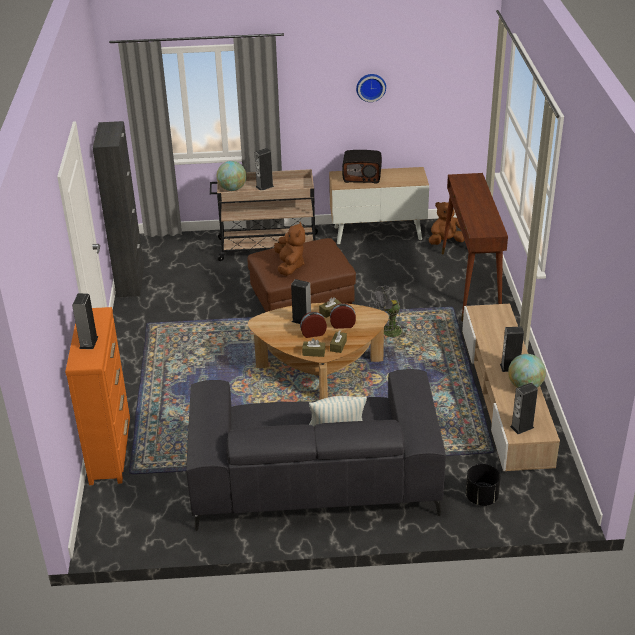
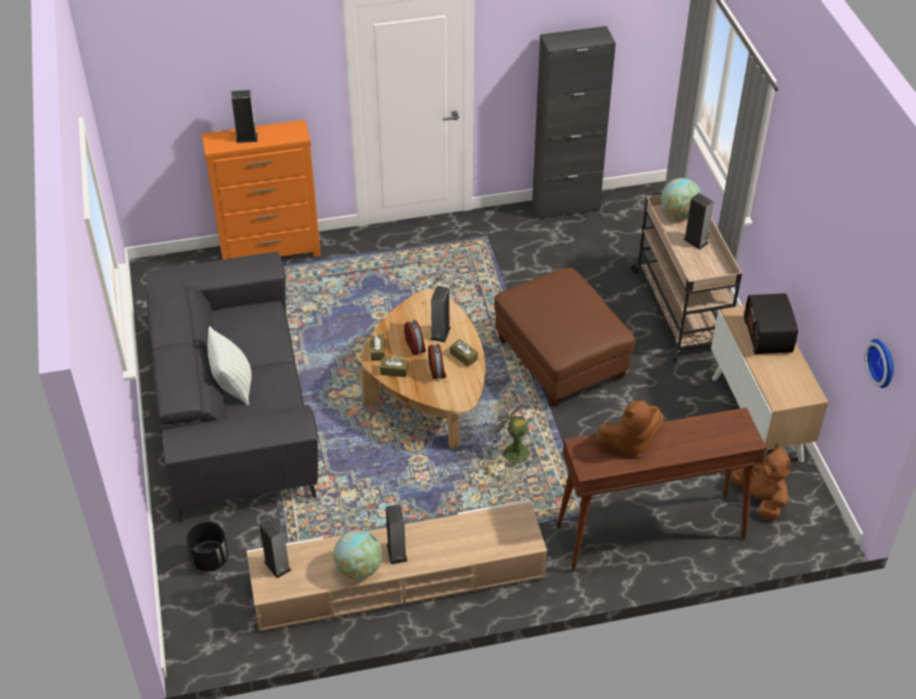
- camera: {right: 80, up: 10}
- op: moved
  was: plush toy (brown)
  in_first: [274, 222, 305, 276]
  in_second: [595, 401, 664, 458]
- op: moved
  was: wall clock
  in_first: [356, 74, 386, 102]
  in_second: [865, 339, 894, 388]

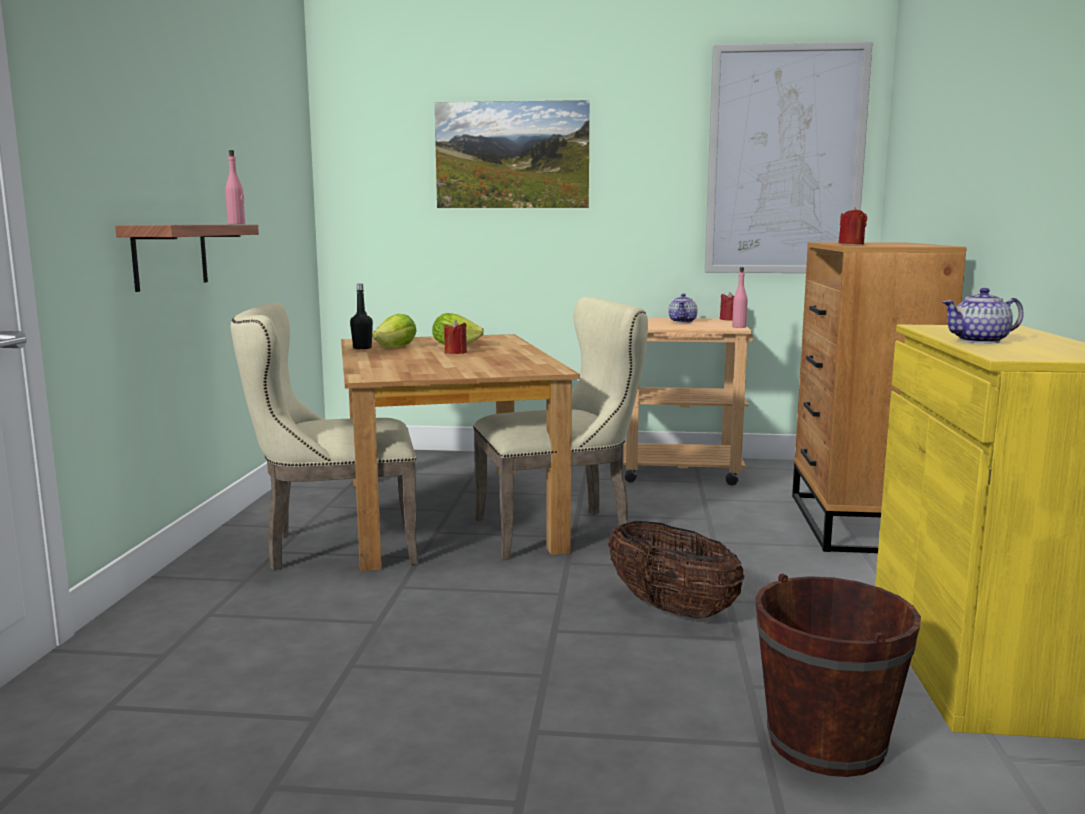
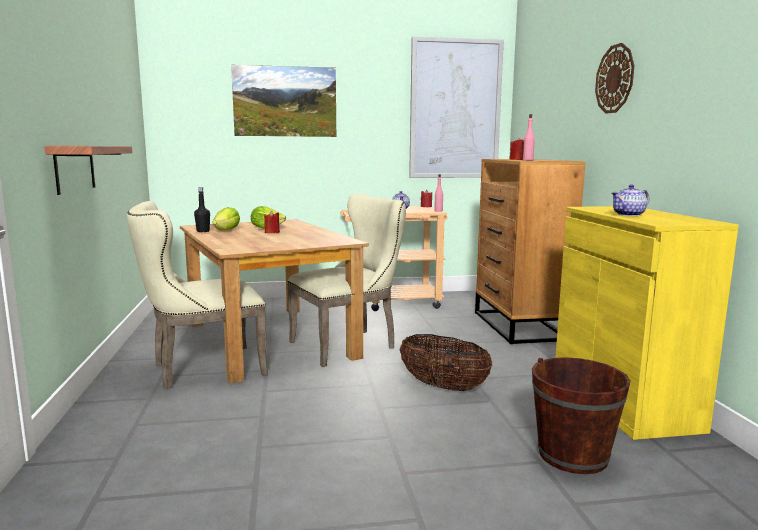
- camera: {right: -15, up: 0}
- op: moved
  was: bottle (pink)
  in_first: [225, 150, 245, 224]
  in_second: [523, 114, 535, 161]
- op: added
  now: wall clock
  in_second: [595, 43, 635, 114]

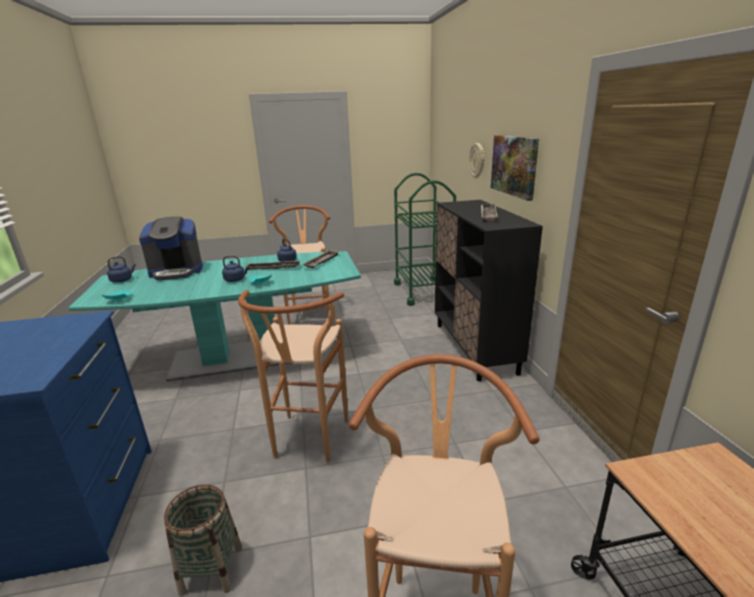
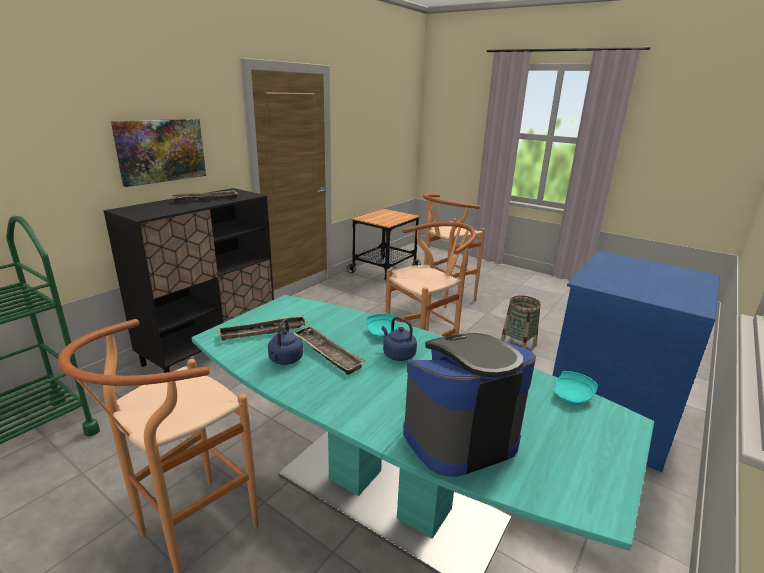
- camera: {right: -135, up: 0}
- op: removed
  was: kettle (blue)
  in_first: [107, 256, 136, 283]
- op: turned
  was: coffee machine
  in_first: [139, 217, 203, 280]
  in_second: [403, 333, 536, 477]
  clockwise: -60
- op: removed
  was: wall clock
  in_first: [469, 143, 484, 178]

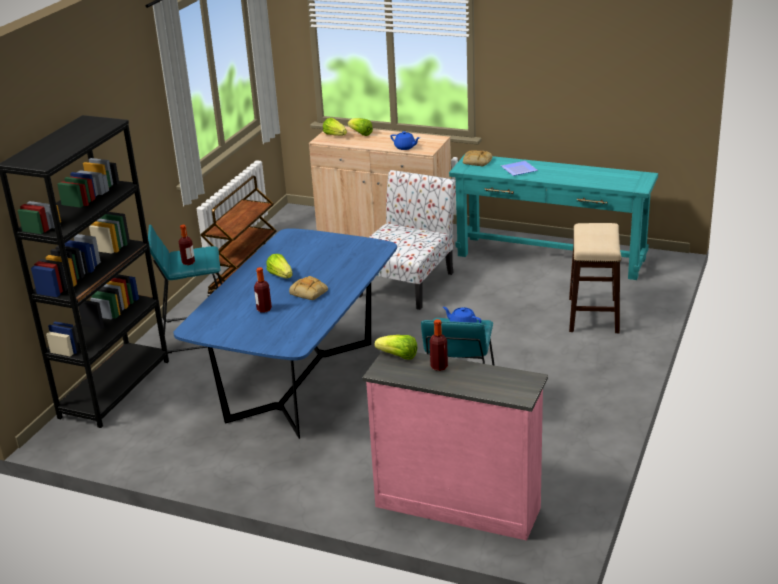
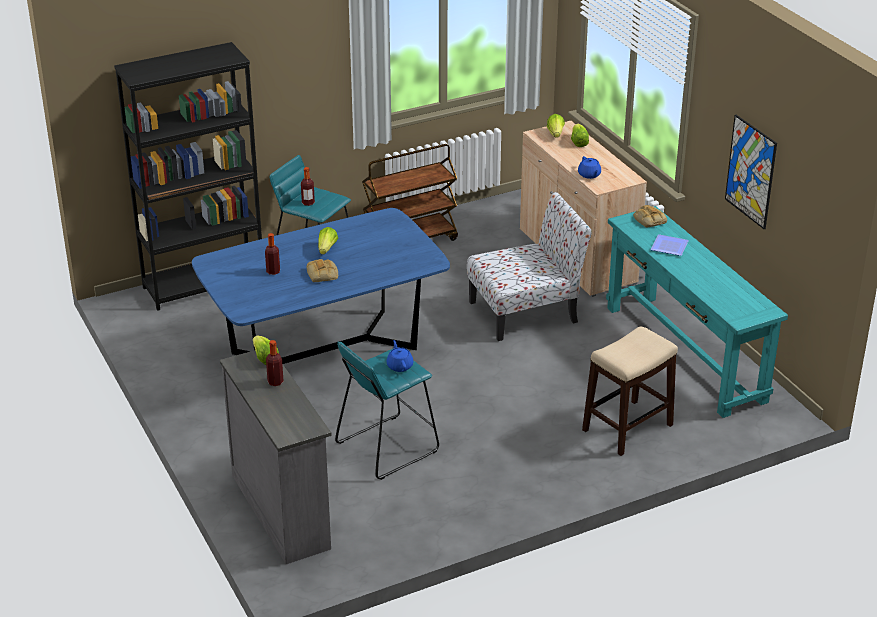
- camera: {right: 40, up: 5}
- op: recoloured
  was: dresser (pink)
  now: dresser (grey)
  in_first: [362, 351, 548, 541]
  in_second: [220, 350, 331, 564]
- op: added
  now: picture
  in_second: [725, 115, 777, 229]

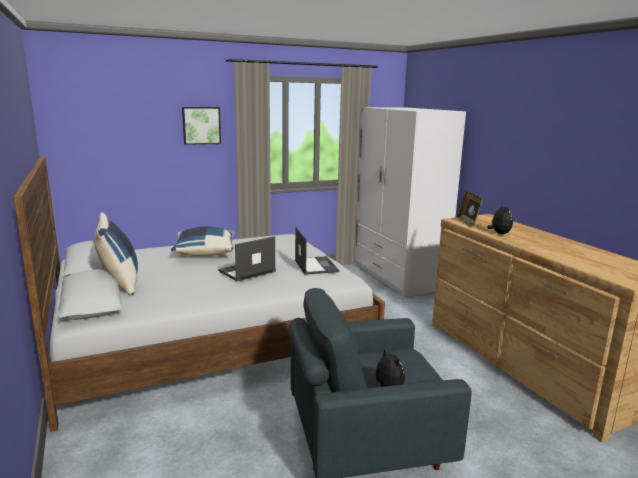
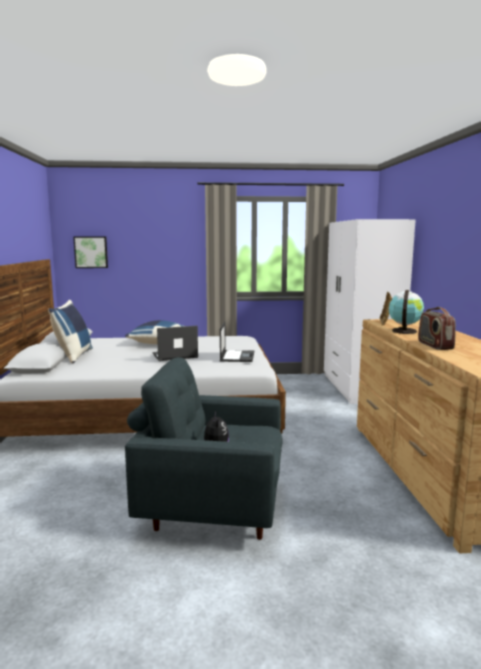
- camera: {right: 20, up: -5}
- op: moved
  was: picture
  in_first: [182, 107, 221, 145]
  in_second: [73, 236, 108, 268]
- op: replaced
  was: plush toy
  now: globe
  in_first: [487, 204, 513, 234]
  in_second: [389, 290, 424, 334]
- op: added
  now: radio
  in_second: [418, 307, 456, 350]

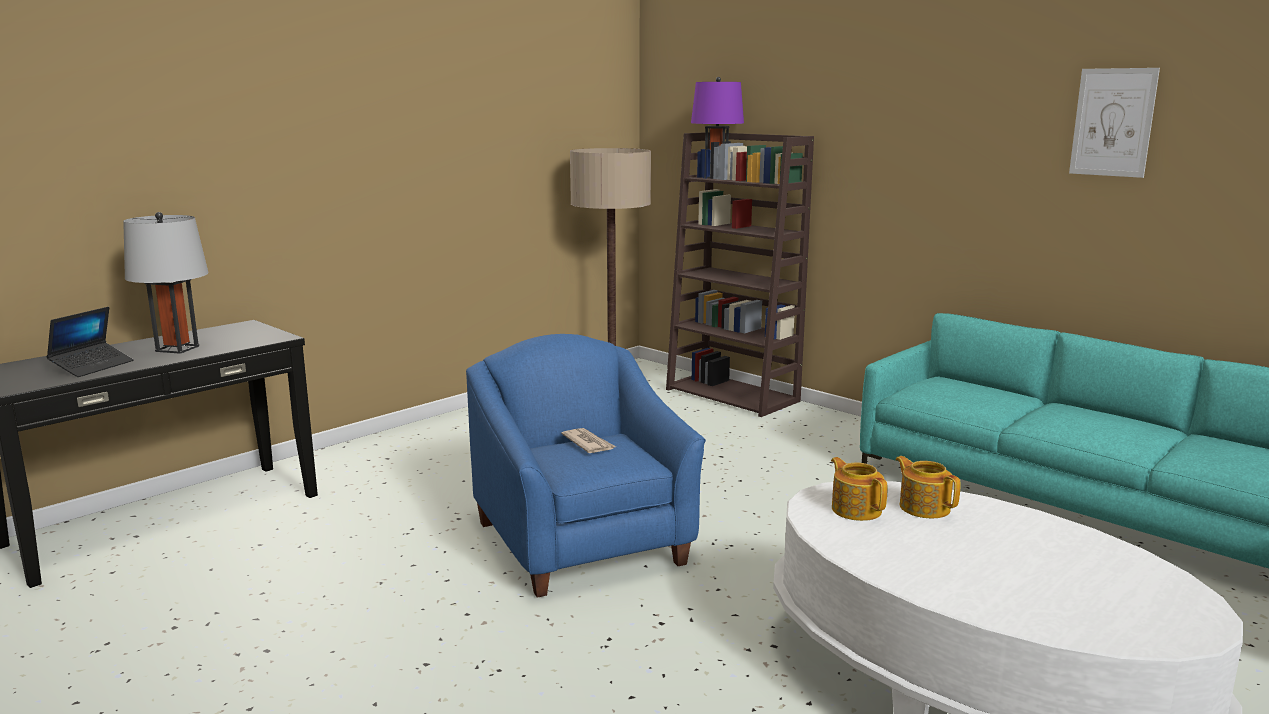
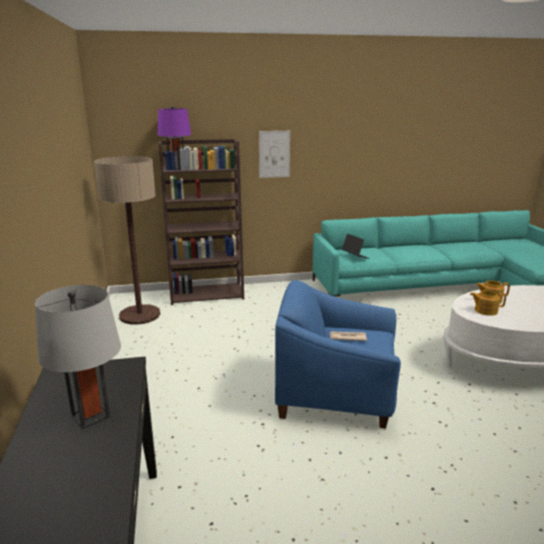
- camera: {right: -55, up: 5}
- op: moved
  was: laptop
  in_first: [46, 307, 134, 377]
  in_second: [342, 234, 370, 259]
- op: moved
  was: picture
  in_first: [1069, 68, 1160, 178]
  in_second: [259, 131, 290, 178]

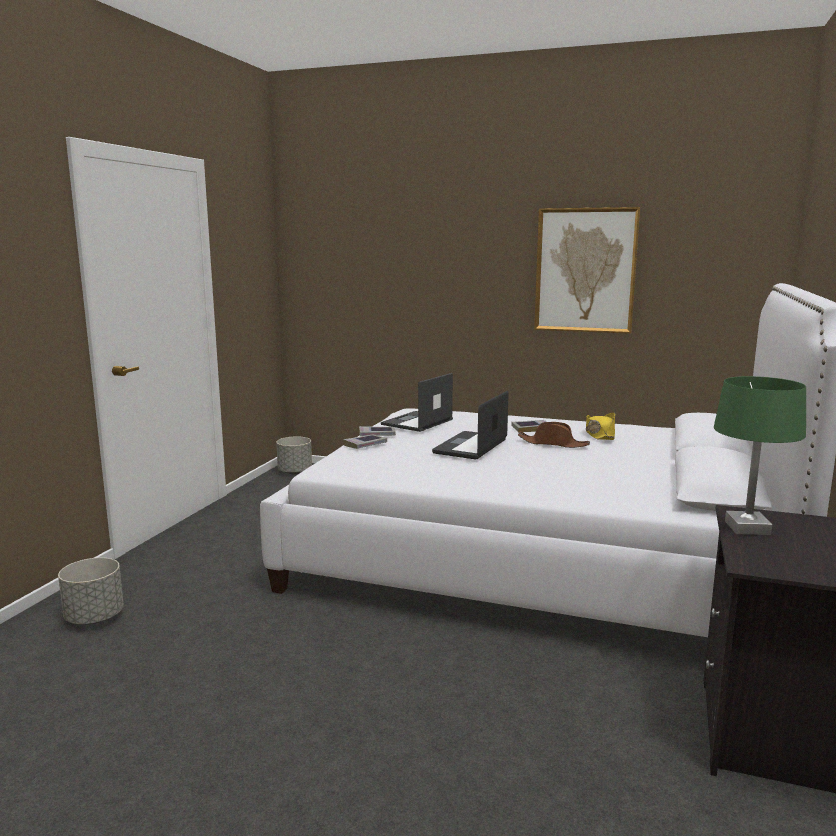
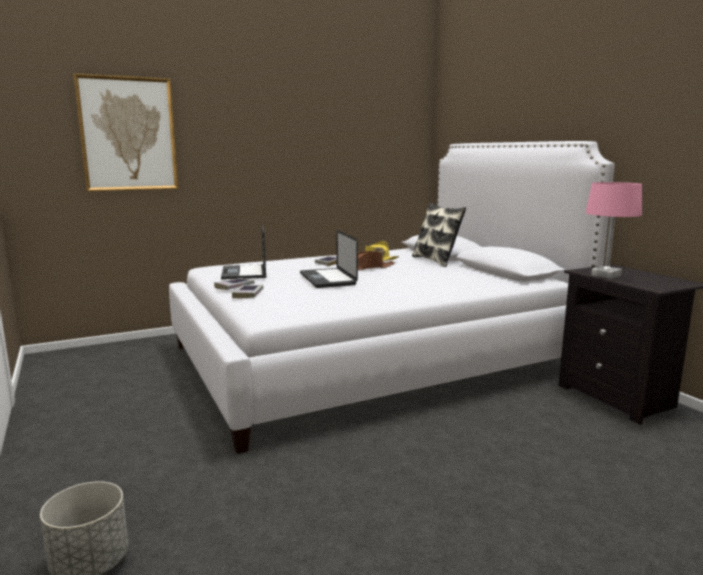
- camera: {right: -45, up: 0}
- op: removed
  was: planter (grey)
  in_first: [276, 436, 312, 474]
- op: moved
  was: picture
  in_first: [534, 207, 640, 334]
  in_second: [73, 73, 179, 192]
- op: recoloured
  was: table lamp (green)
  now: table lamp (pink)
  in_first: [714, 376, 806, 535]
  in_second: [585, 182, 642, 279]
- op: added
  now: pillow
  in_second: [412, 202, 466, 267]

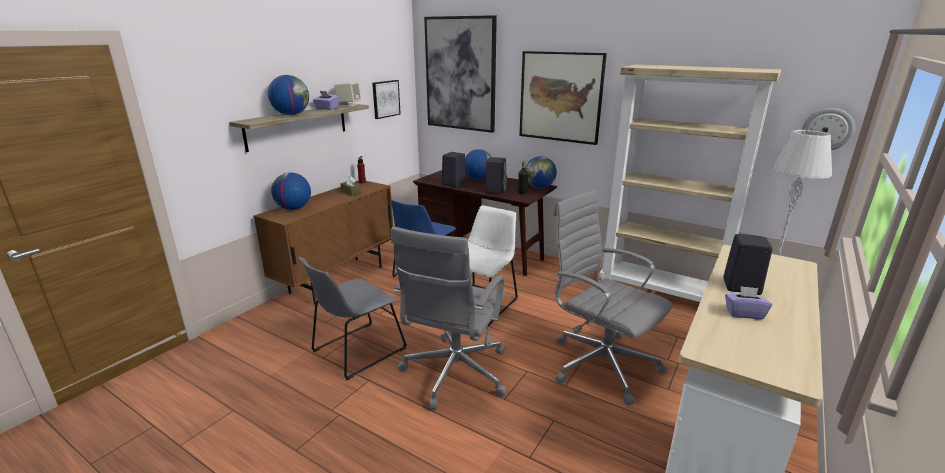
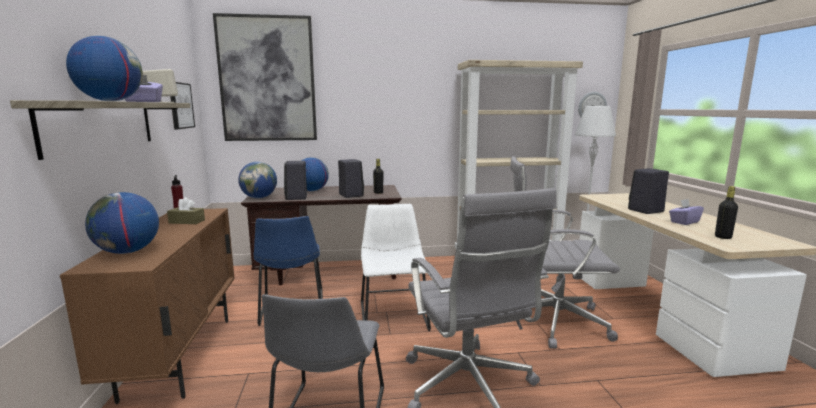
- camera: {right: -40, up: -10}
- op: removed
  was: picture
  in_first: [519, 51, 607, 145]
- op: moved
  was: globe
  in_first: [526, 156, 557, 189]
  in_second: [238, 162, 277, 198]
- op: added
  now: bottle (black)
  in_second: [715, 186, 738, 239]

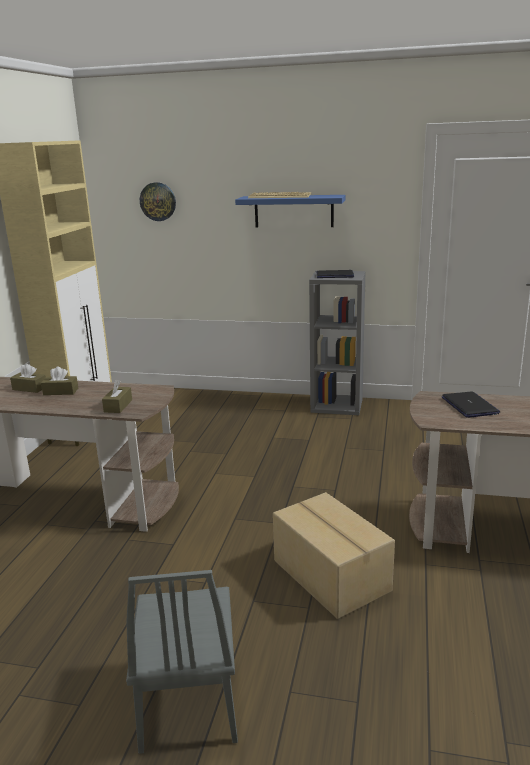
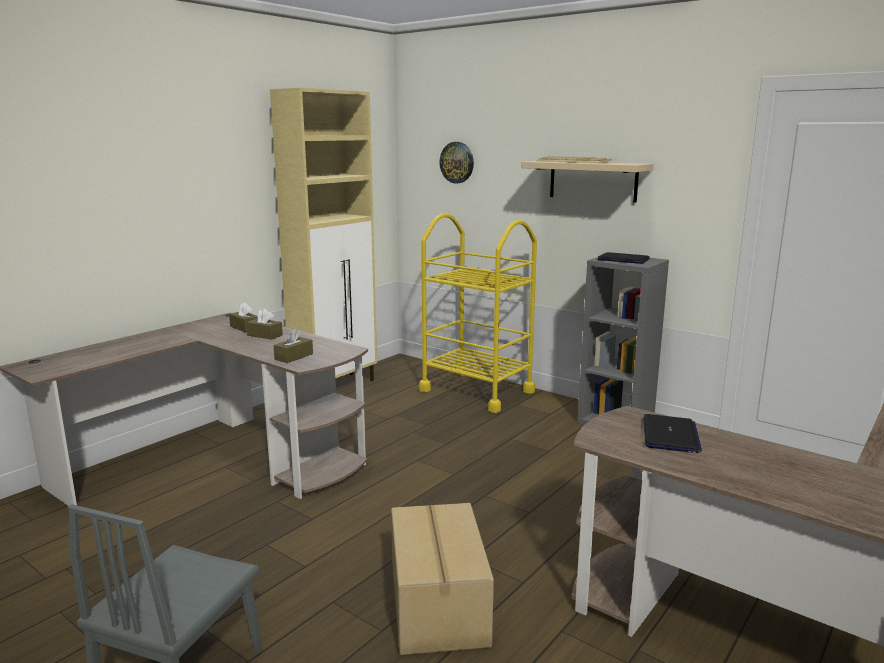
- camera: {right: 25, up: -5}
- op: recoloured
  was: shelf (blue)
  now: shelf (beige)
  in_first: [235, 195, 346, 228]
  in_second: [521, 161, 654, 203]
- op: added
  now: cart (yellow)
  in_second: [419, 213, 537, 413]

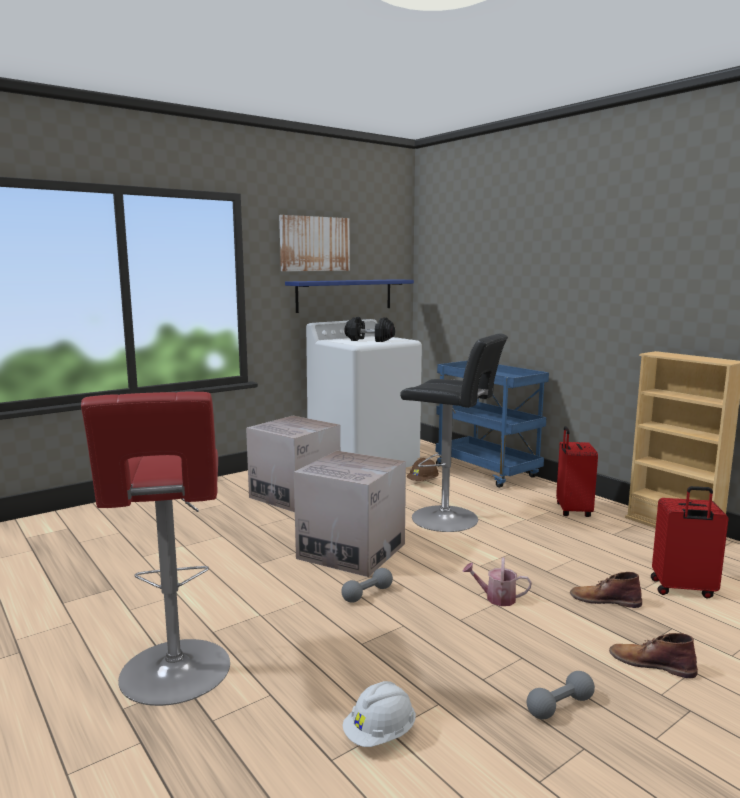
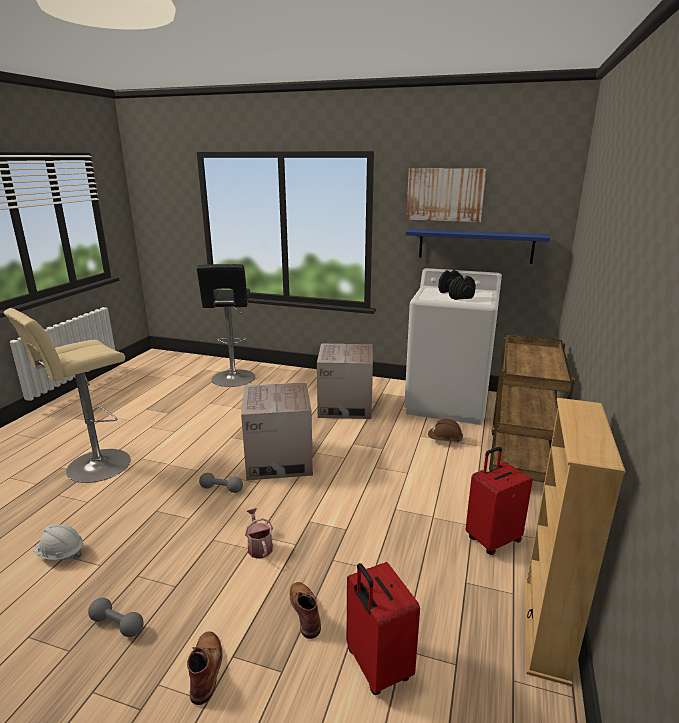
- camera: {right: 55, up: 10}
- op: recoloured
  was: stool (red)
  now: stool (beige)
  in_first: [81, 392, 230, 706]
  in_second: [3, 308, 131, 483]
- op: moved
  was: stool (black)
  in_first: [400, 333, 508, 532]
  in_second: [197, 264, 255, 387]
- op: recoloured
  was: cart (blue)
  now: cart (brown)
  in_first: [436, 361, 549, 488]
  in_second: [489, 335, 575, 482]

